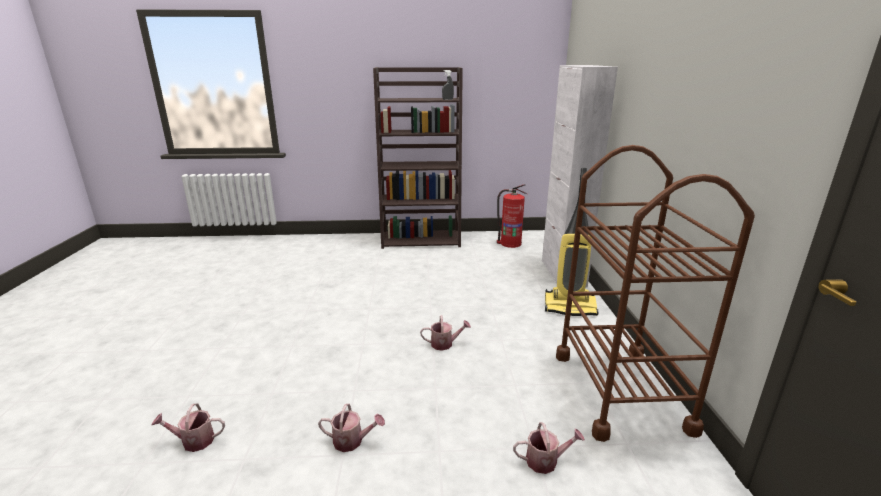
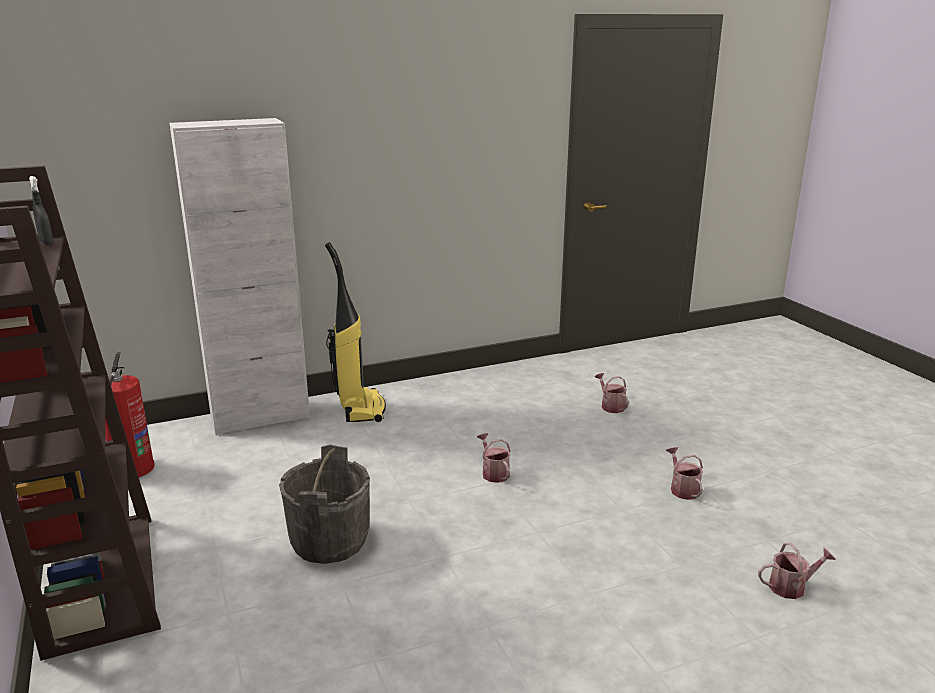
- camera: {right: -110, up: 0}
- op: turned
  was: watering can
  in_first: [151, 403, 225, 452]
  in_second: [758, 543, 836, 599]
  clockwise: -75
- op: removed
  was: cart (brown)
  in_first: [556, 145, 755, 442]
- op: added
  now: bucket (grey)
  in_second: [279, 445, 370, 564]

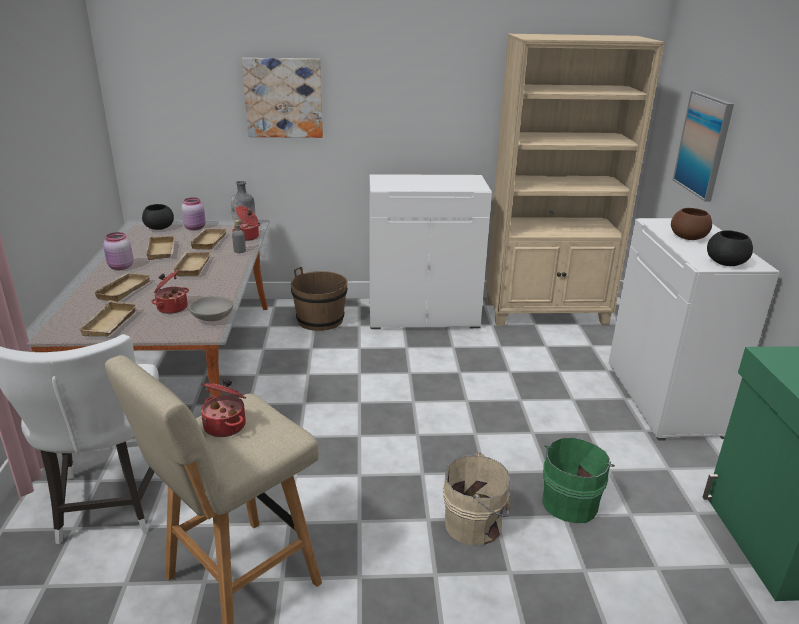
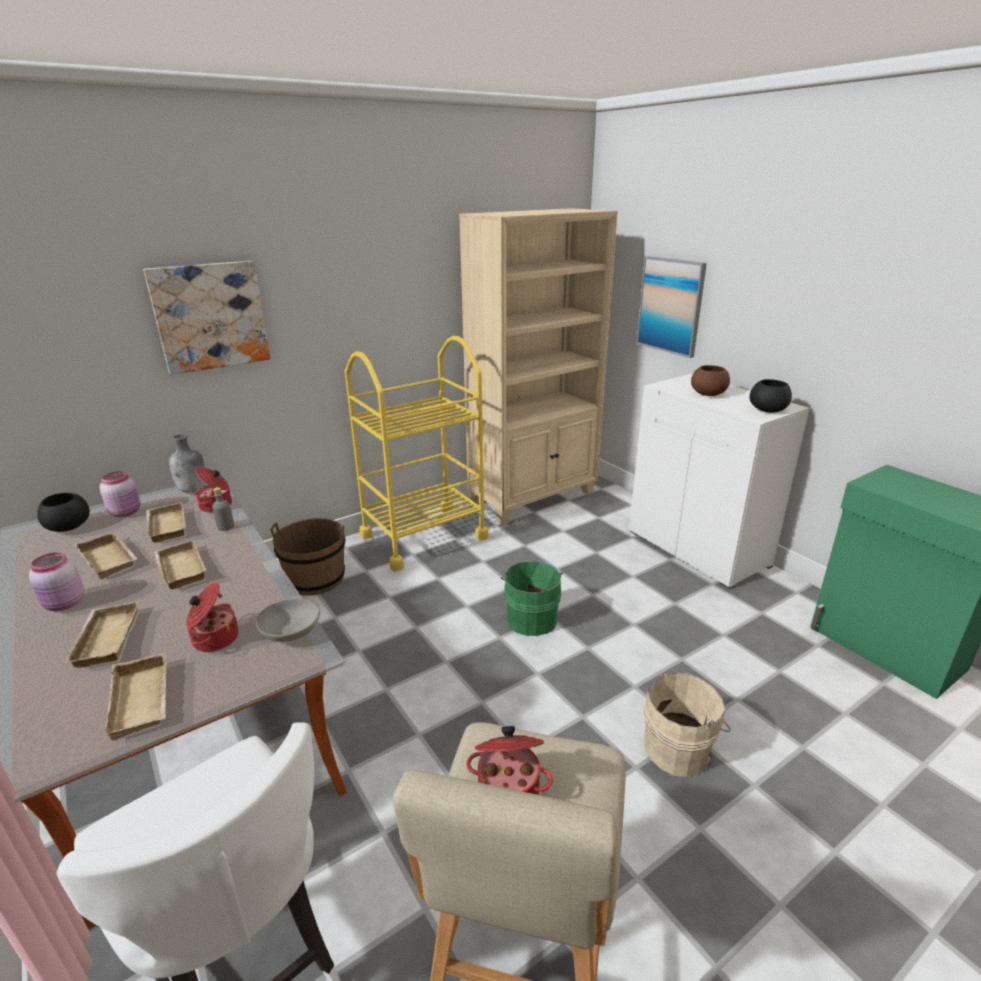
- camera: {right: -30, up: 0}
- op: replaced
  was: cabinet (white)
  now: cart (yellow)
  in_first: [370, 174, 492, 329]
  in_second: [345, 336, 489, 571]
- op: moved
  was: bucket (green)
  in_first: [542, 437, 615, 523]
  in_second: [501, 561, 563, 636]

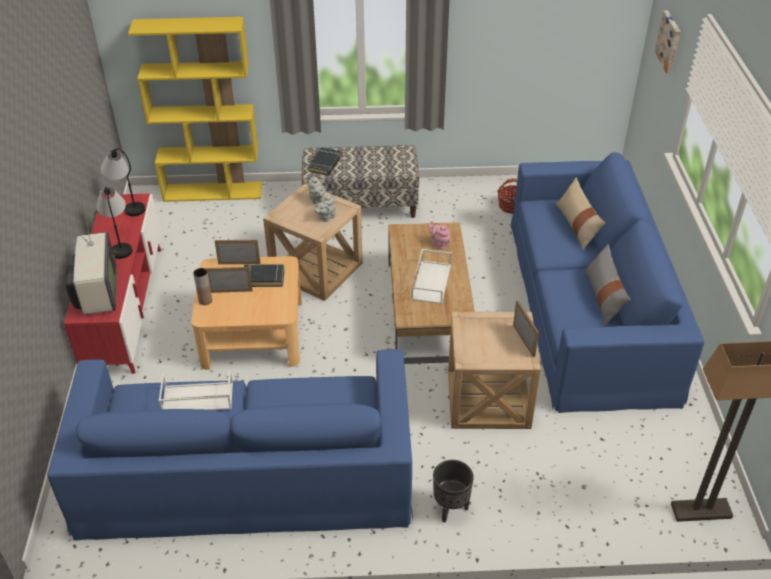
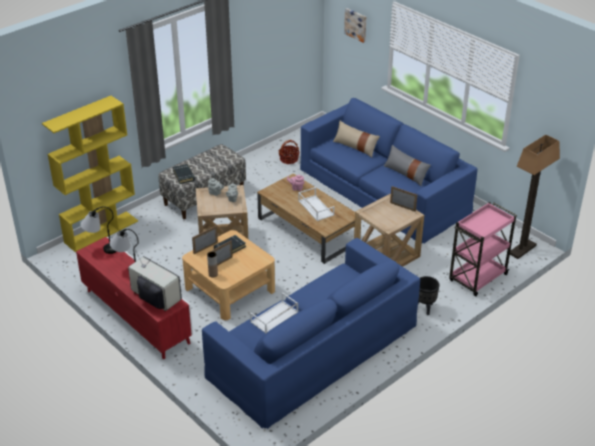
- camera: {right: -40, up: -5}
- op: added
  now: cart (pink)
  in_second: [449, 202, 517, 296]

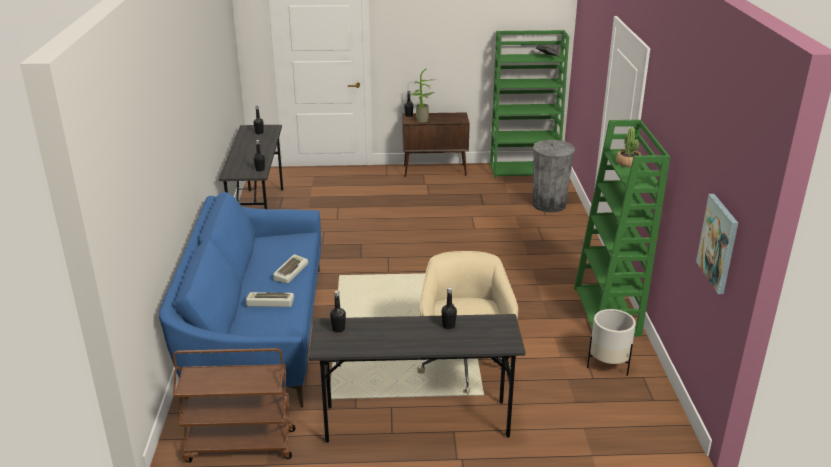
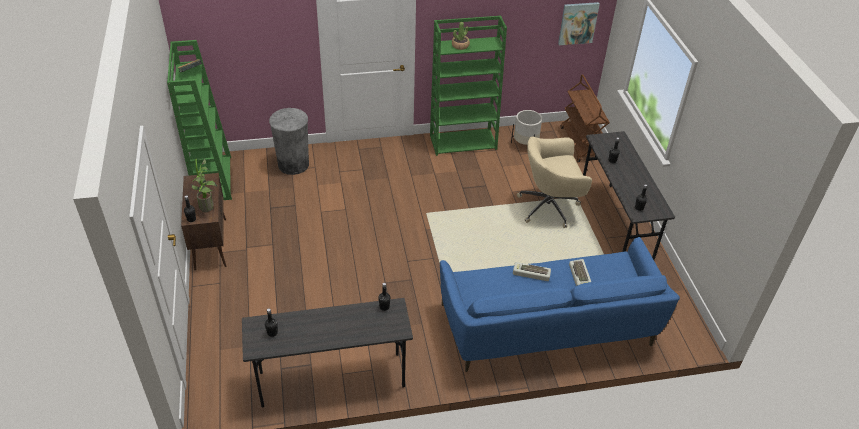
- camera: {right: -100, up: 15}
- op: moved
  was: cart (brown)
  in_first: [173, 348, 296, 463]
  in_second: [561, 75, 610, 162]

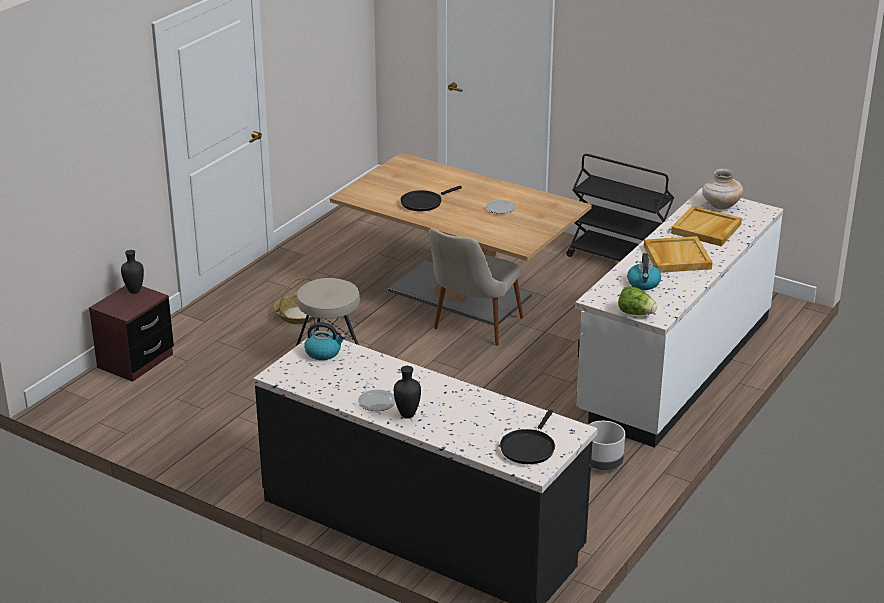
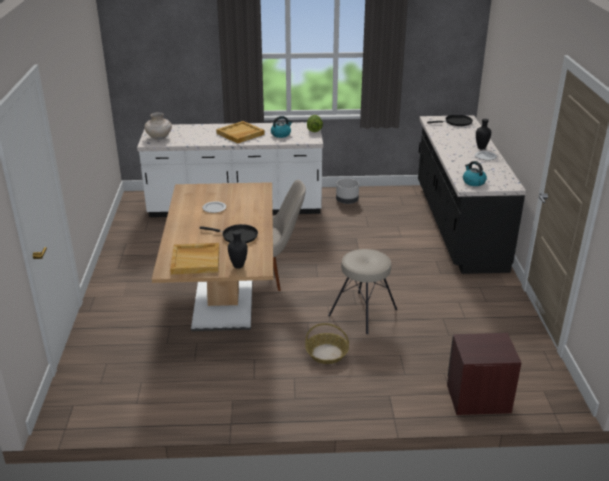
- camera: {right: -125, up: 0}
- op: moved
  was: vase (black)
  in_first: [121, 250, 144, 294]
  in_second: [228, 230, 248, 269]
- op: removed
  was: cart (black)
  in_first: [566, 154, 674, 261]
- op: moved
  was: tray (beige)
  in_first: [671, 206, 742, 246]
  in_second: [170, 243, 219, 274]

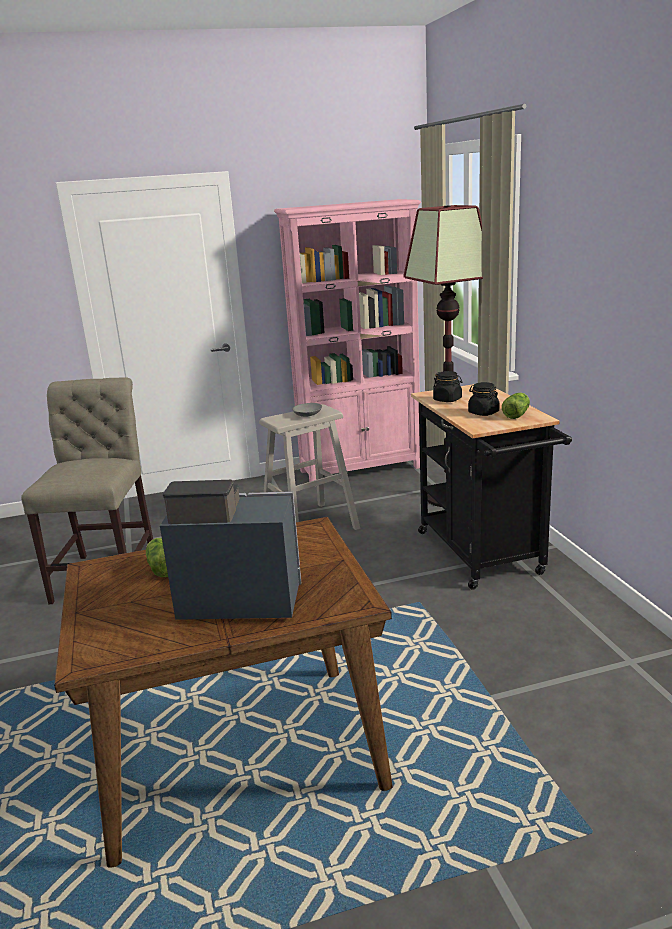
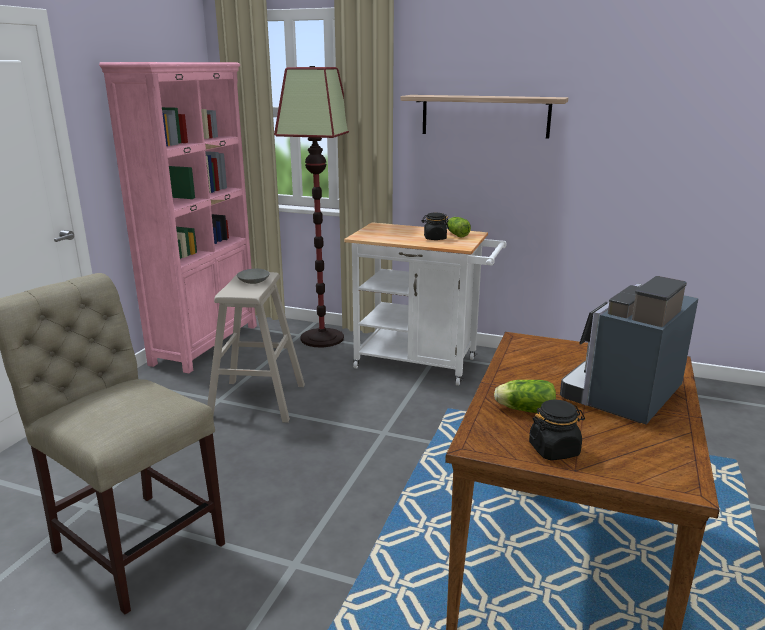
- camera: {right: -55, up: 0}
- op: recoloured
  was: cart (black)
  now: cart (white)
  in_first: [411, 384, 572, 590]
  in_second: [344, 222, 507, 385]
- op: moved
  was: jar (black)
  in_first: [433, 371, 462, 402]
  in_second: [529, 399, 585, 460]
- op: added
  now: shelf
  in_second: [400, 95, 568, 139]

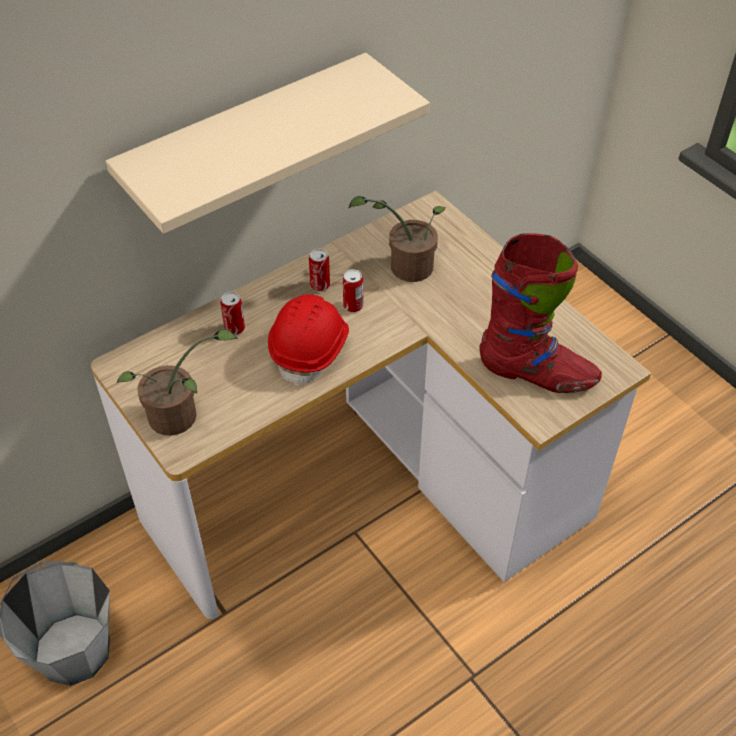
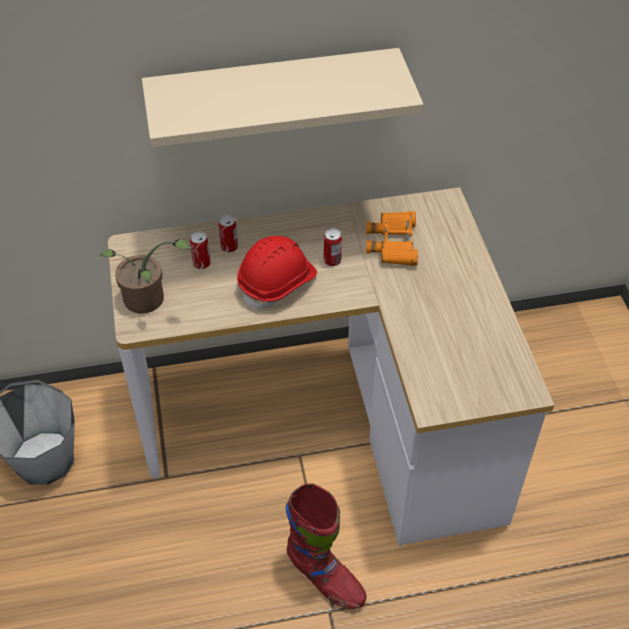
- camera: {right: 25, up: 0}
- op: moved
  was: can
  in_first: [309, 249, 330, 291]
  in_second: [190, 231, 211, 269]
- op: replaced
  was: potted plant
  now: binoculars (orange)
  in_first: [348, 196, 445, 282]
  in_second: [366, 211, 418, 266]
- op: moved
  was: boot (red)
  in_first: [479, 233, 602, 393]
  in_second: [286, 483, 367, 609]

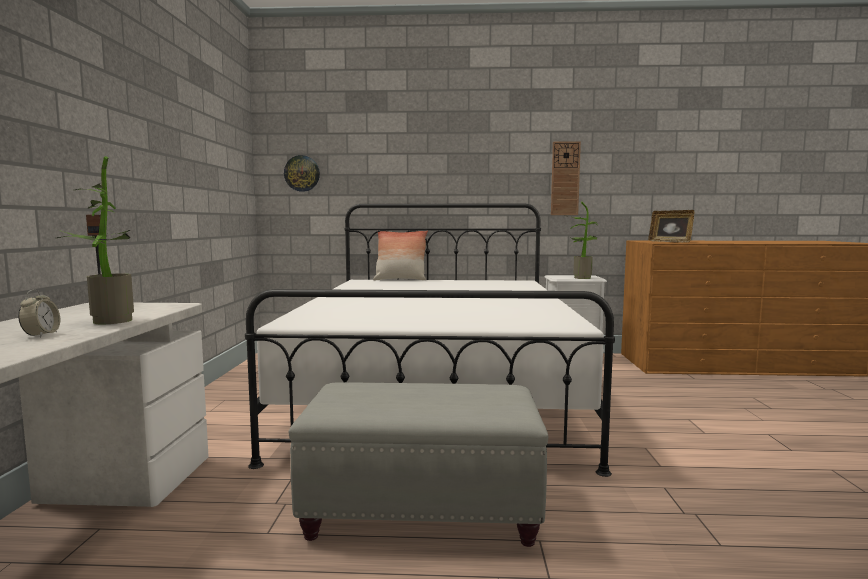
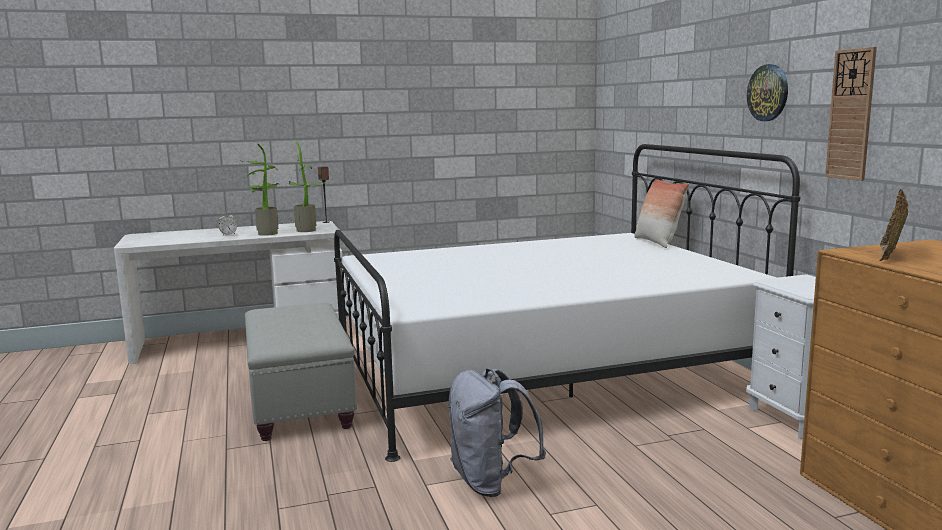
- camera: {right: 70, up: 5}
- op: moved
  was: wall clock
  in_first: [284, 155, 320, 192]
  in_second: [747, 64, 788, 121]
- op: moved
  was: potted plant
  in_first: [568, 202, 597, 279]
  in_second: [289, 141, 326, 232]
- op: added
  now: backpack (grey)
  in_second: [448, 368, 546, 497]

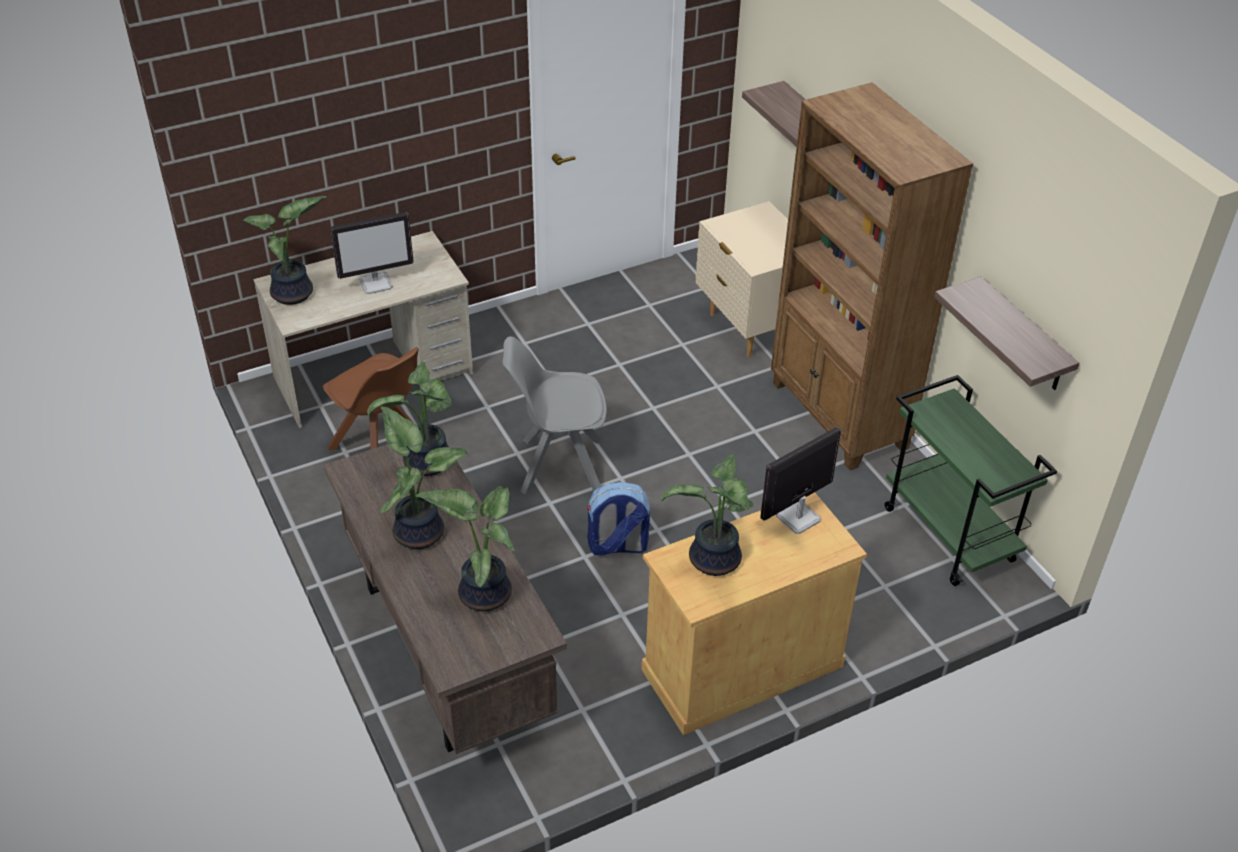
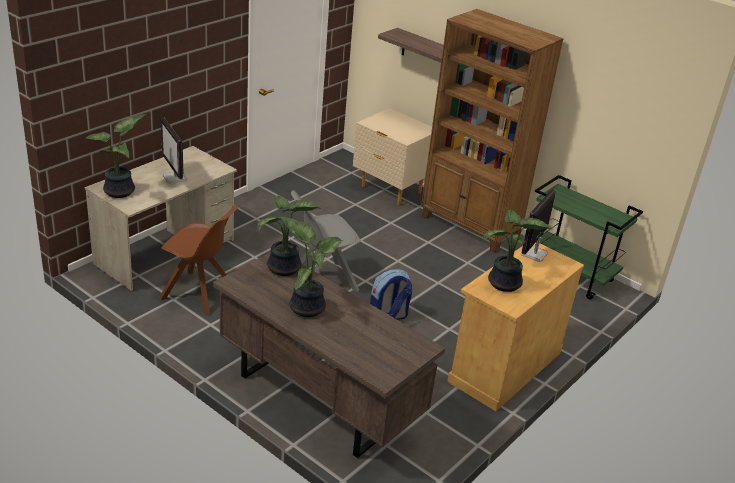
- camera: {right: -25, up: -10}
- op: turned
  was: monitor
  in_first: [330, 212, 414, 294]
  in_second: [161, 117, 187, 184]
  clockwise: 105
- op: removed
  was: potted plant
  in_first: [415, 486, 515, 612]
- op: removed
  was: shelf
  in_first: [934, 276, 1079, 390]

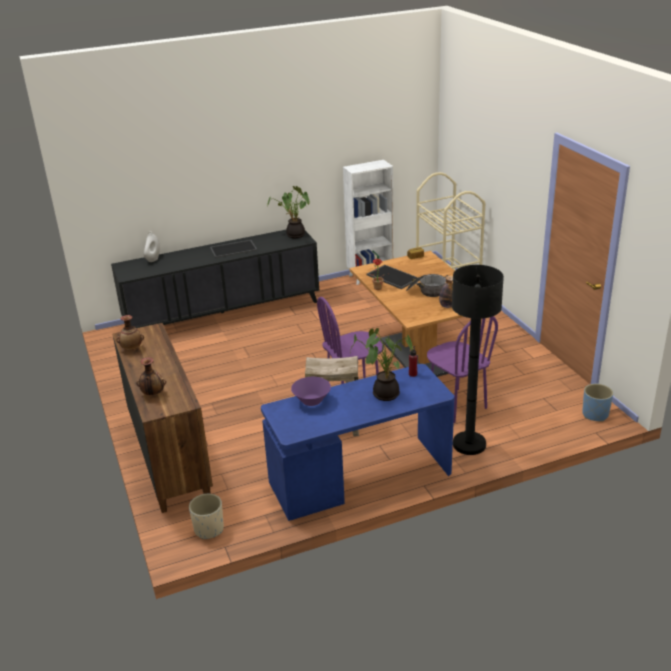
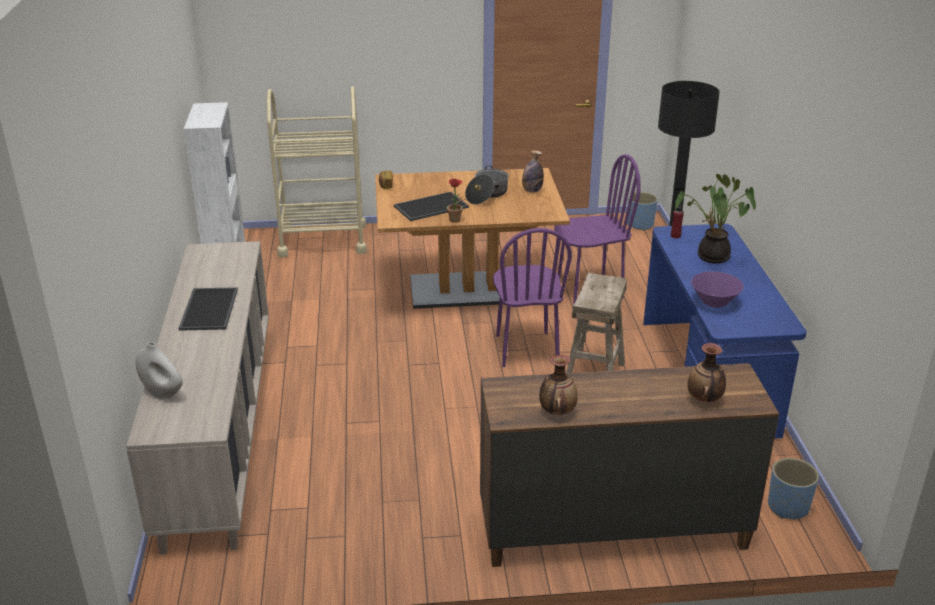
- camera: {right: -75, up: 0}
- op: recoloured
  was: cabinet (black)
  now: cabinet (beige)
  in_first: [111, 229, 319, 328]
  in_second: [126, 241, 269, 555]
- op: recoloured
  was: planter (beige)
  now: planter (blue)
  in_first: [189, 494, 224, 539]
  in_second: [768, 458, 819, 519]
- op: removed
  was: potted plant
  in_first: [267, 186, 310, 238]

